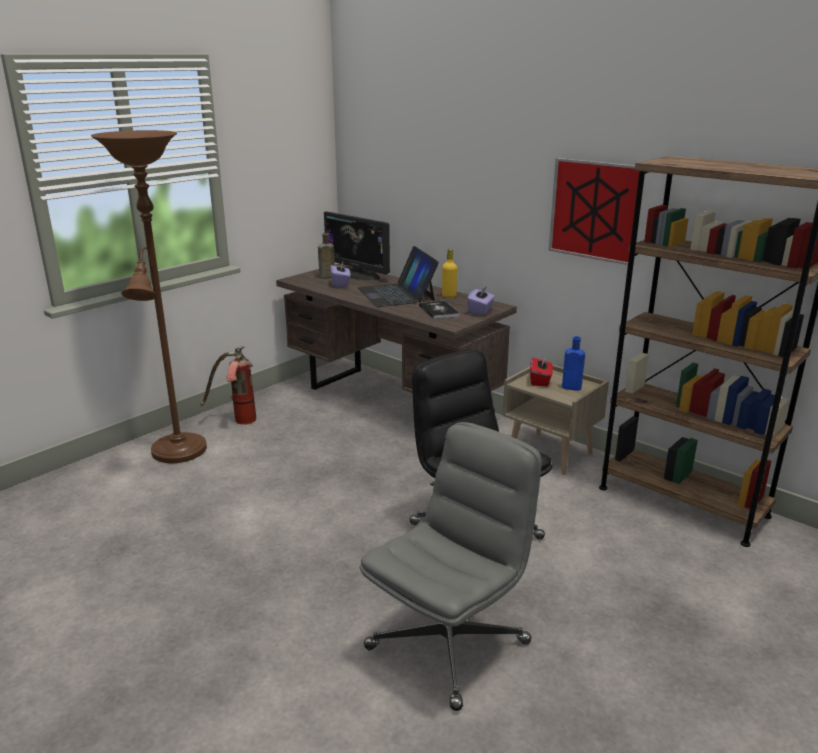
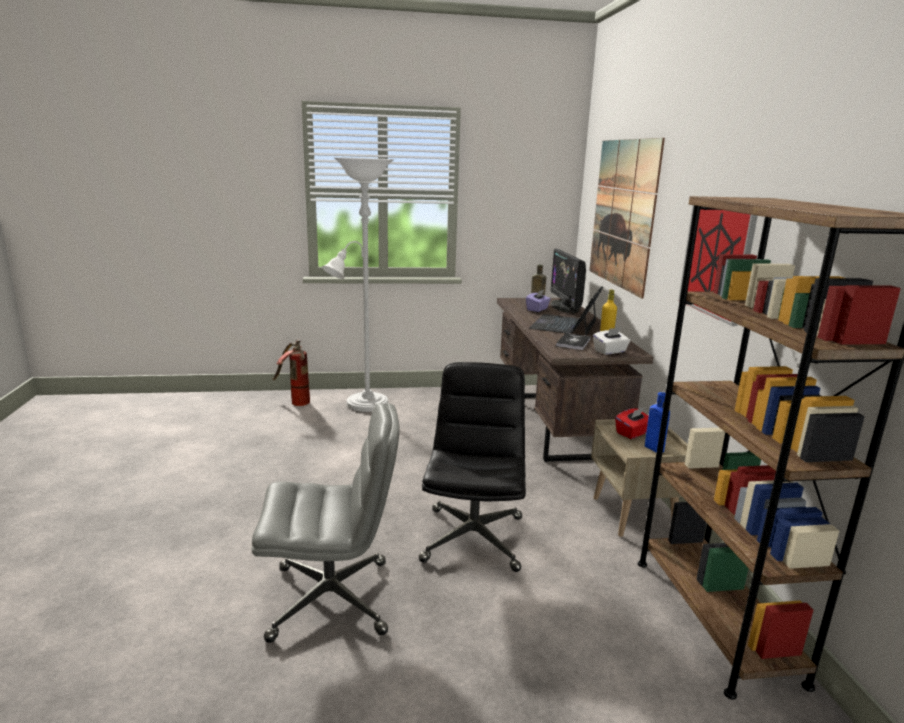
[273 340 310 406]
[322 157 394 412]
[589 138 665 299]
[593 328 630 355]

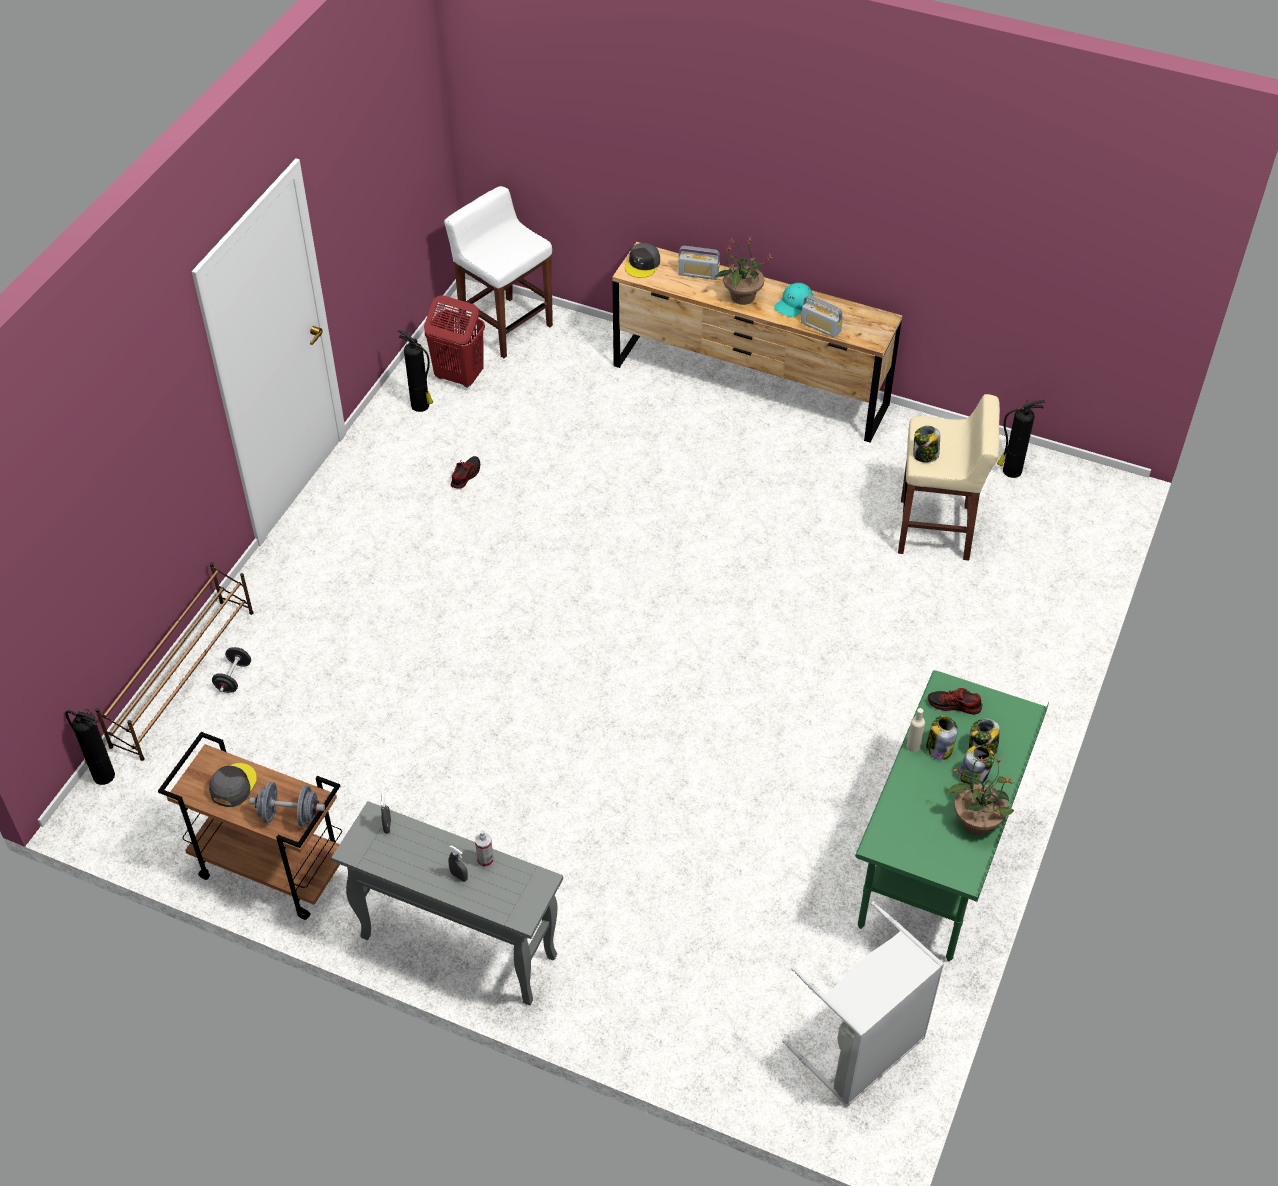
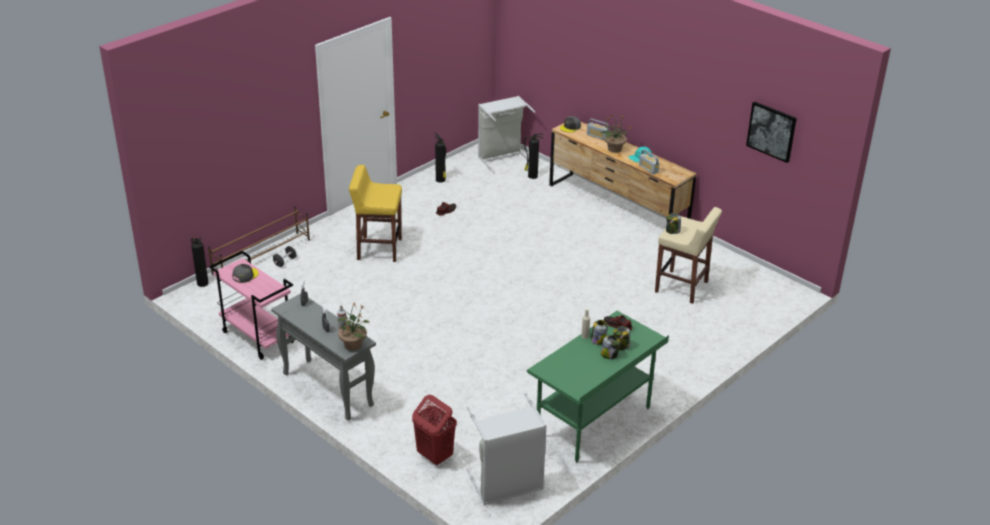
[209 251 294 360]
[336 303 369 351]
[349 165 402 262]
[412 395 457 466]
[478 96 535 174]
[524 134 543 179]
[746 101 797 163]
[249 782 325 827] (first image)

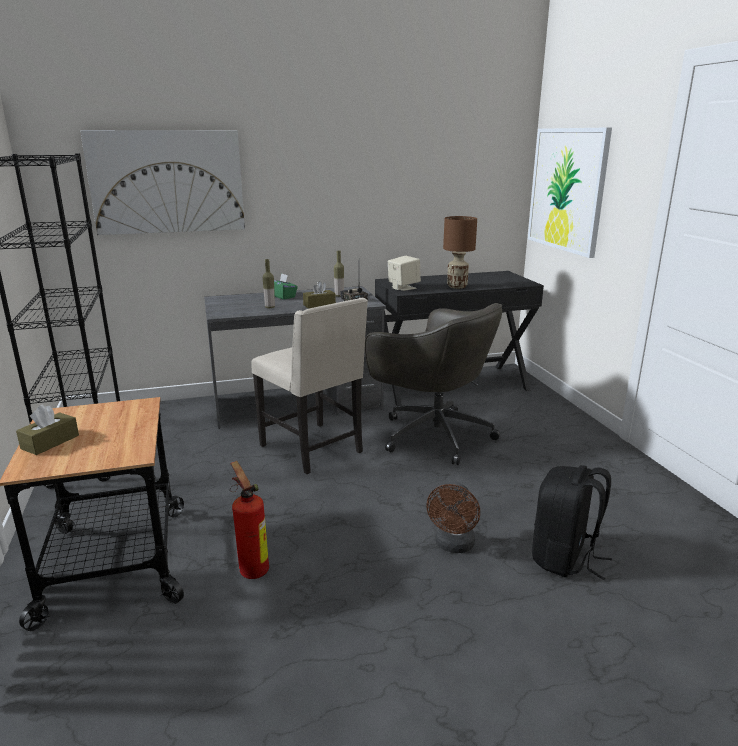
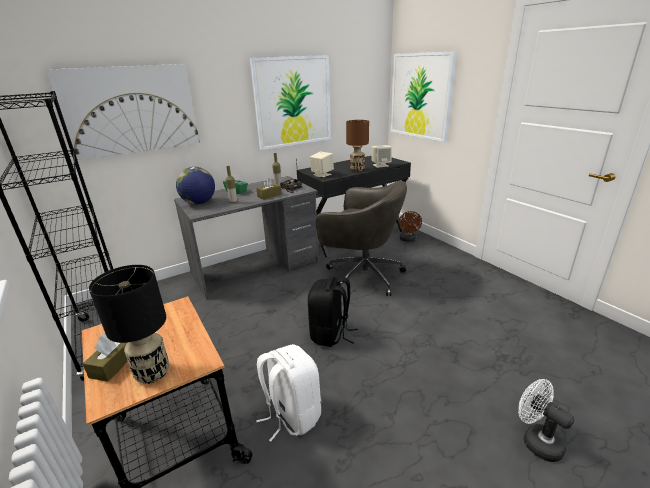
[89 265 169 384]
[176 167 215 204]
[250 55 331 150]
[256 344 321 442]
[308 277 358 347]
[371 145 392 168]
[399 211 422 242]
[518 379 575 462]
[251 298 368 474] (first image)

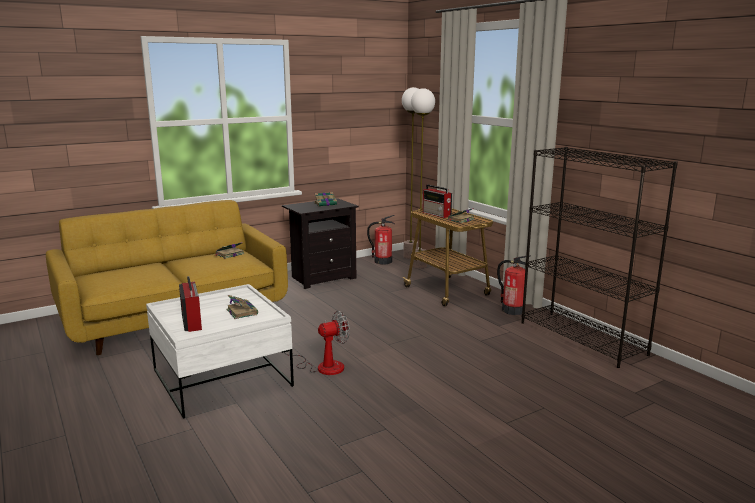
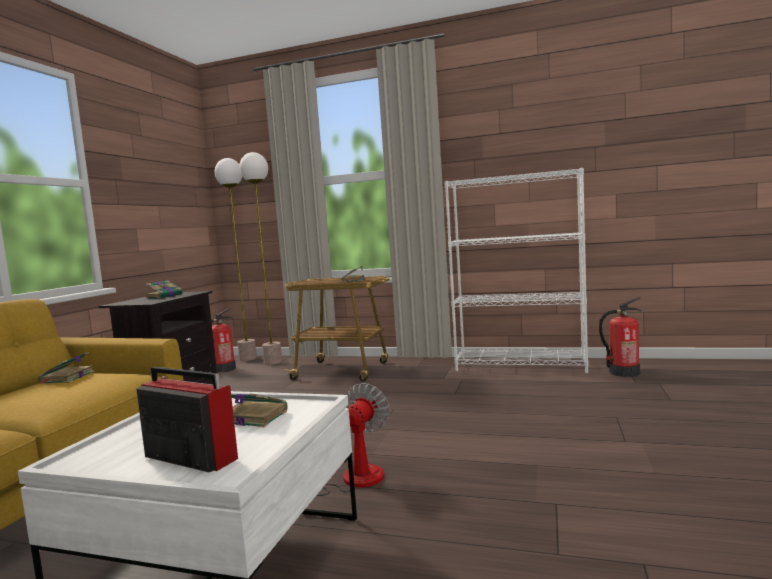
[445 168 589 373]
[599 297 641 377]
[423 184 452 218] (first image)

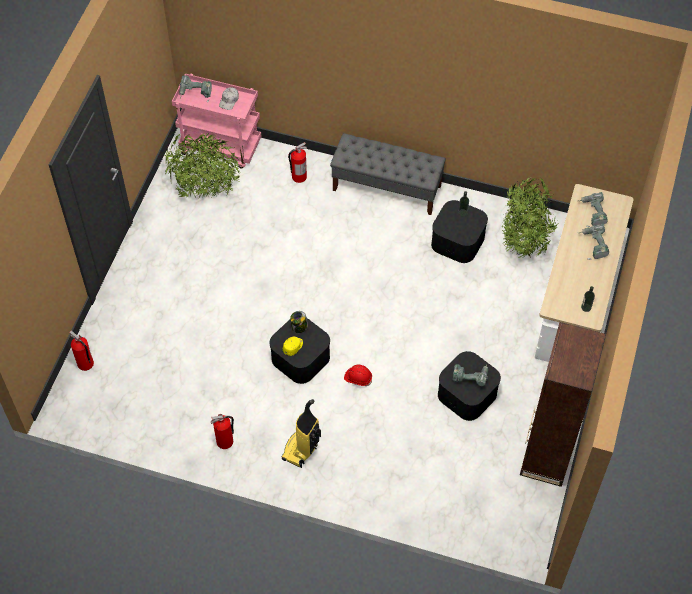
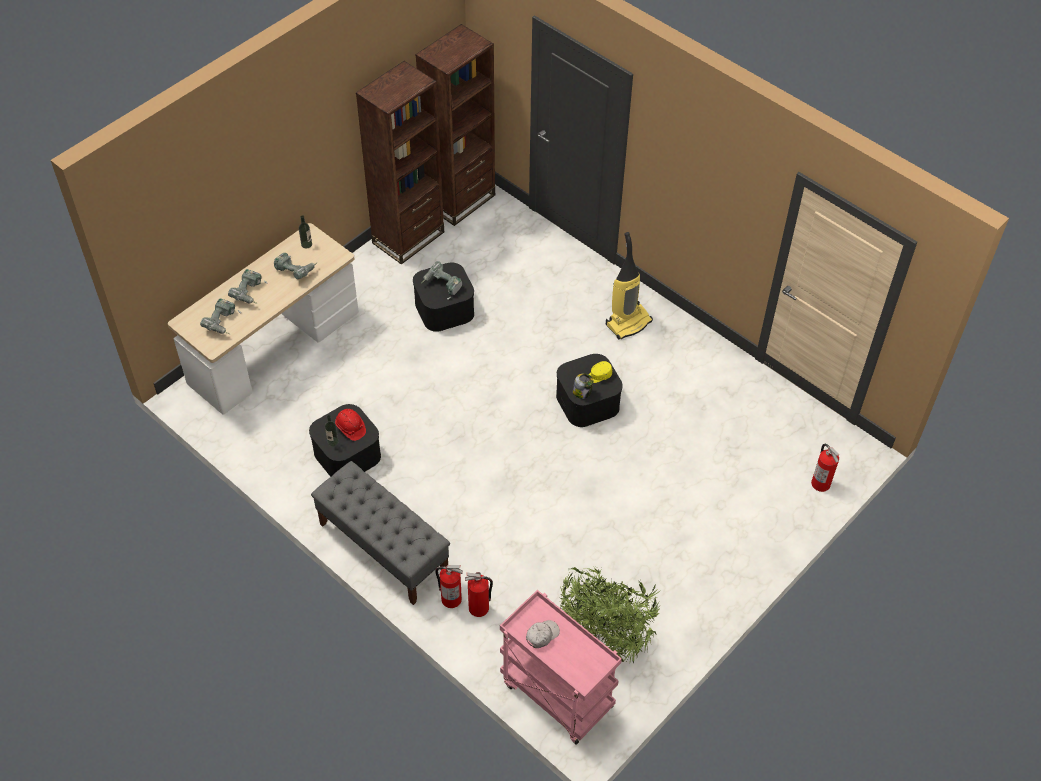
[274 253 317 279]
[335 409 366 441]
[415 24 495 226]
[435 565 463 608]
[502 177 558 258] (first image)

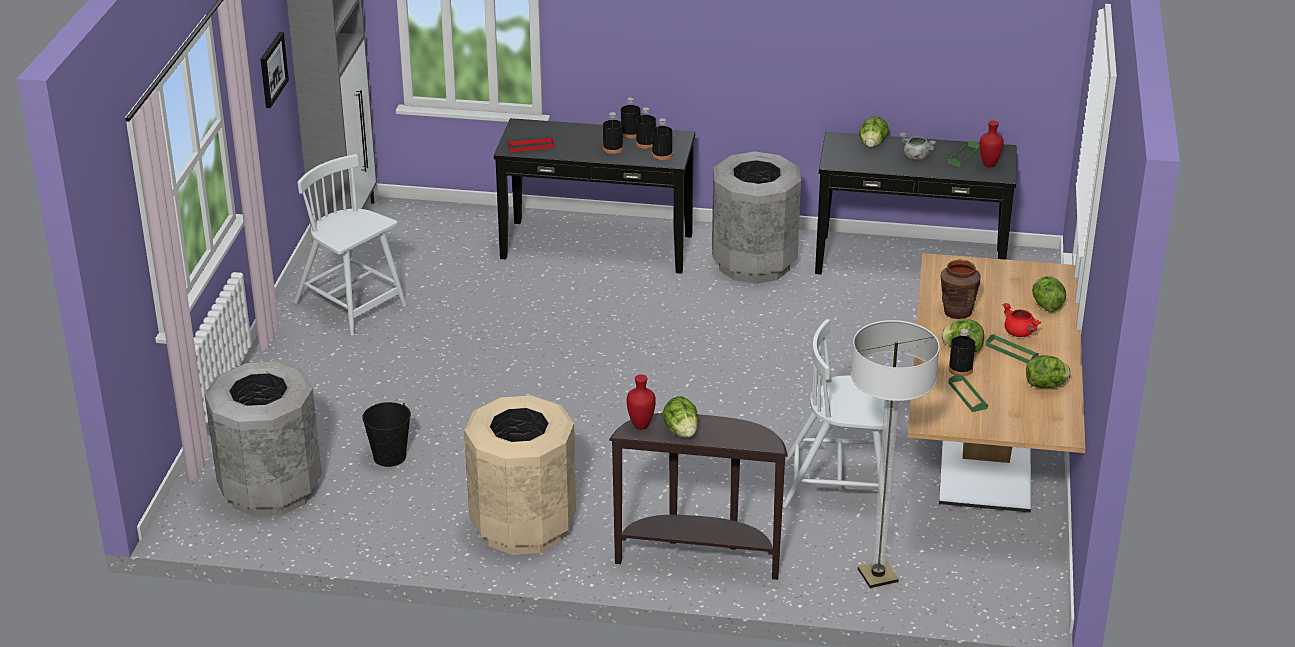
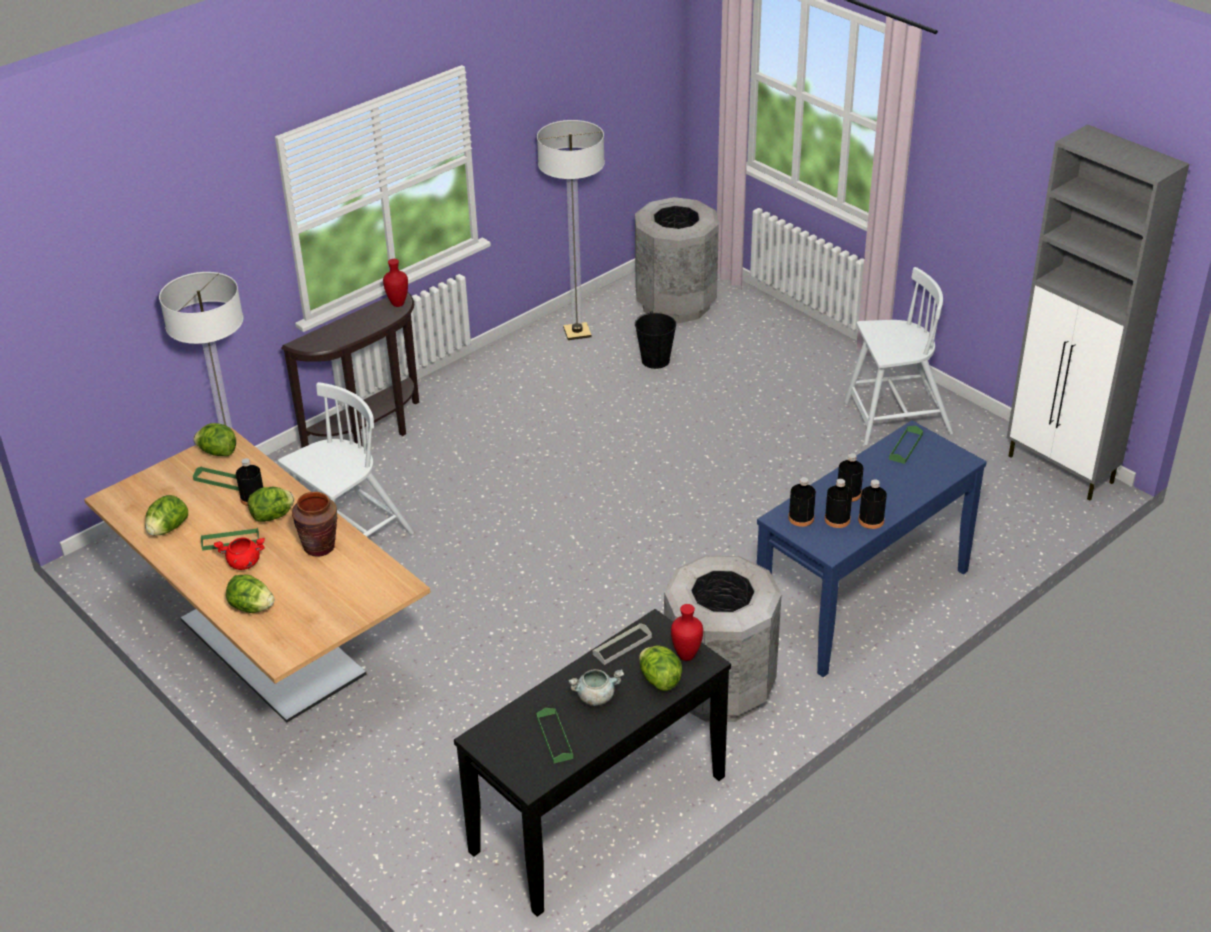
[193 423 236 456]
[537 120 605 340]
[593 623 652 665]
[671 604 703 661]
[757 420 987 677]
[889 426 923 464]
[261 32 289 108] (first image)
[464 395 576 555] (first image)

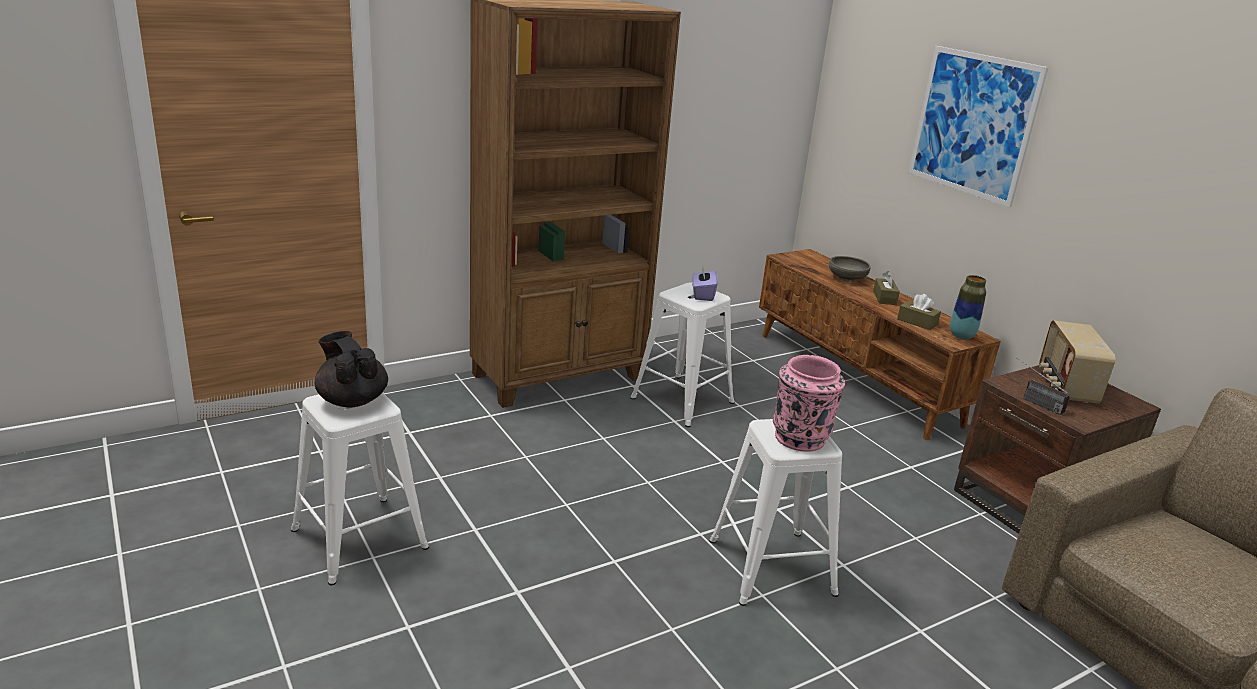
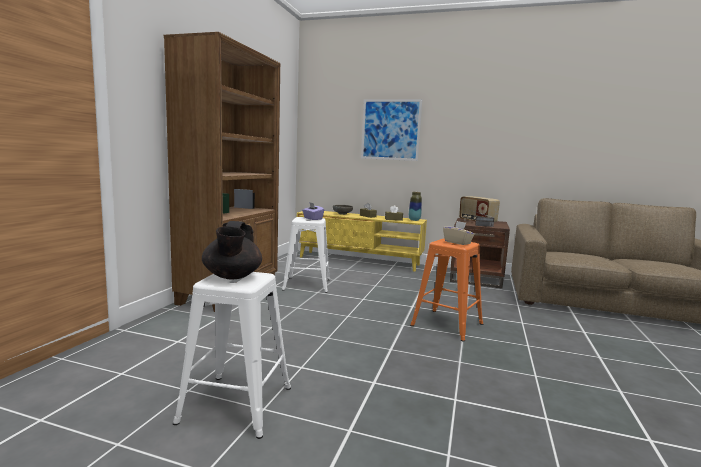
[202 221 262 280]
[297 211 427 271]
[410 238 483 342]
[443 221 475 245]

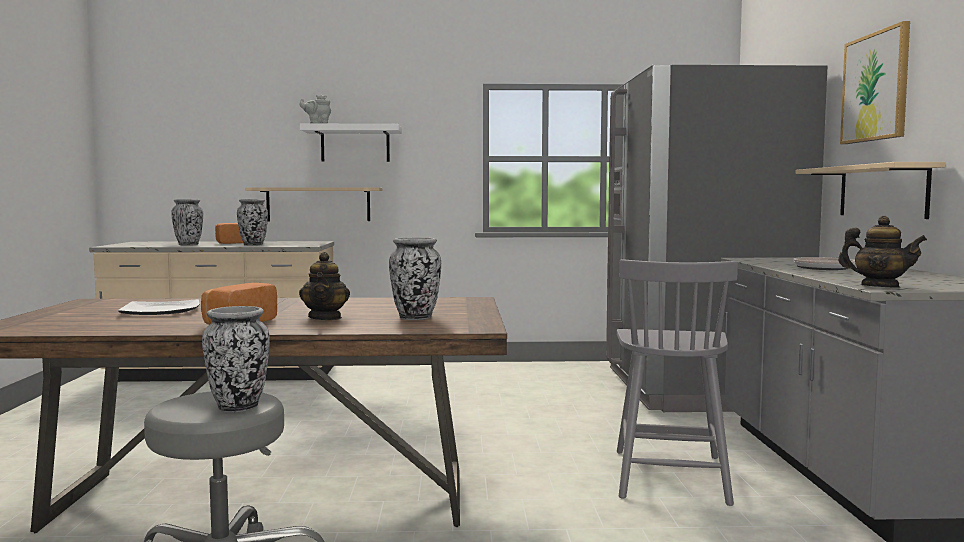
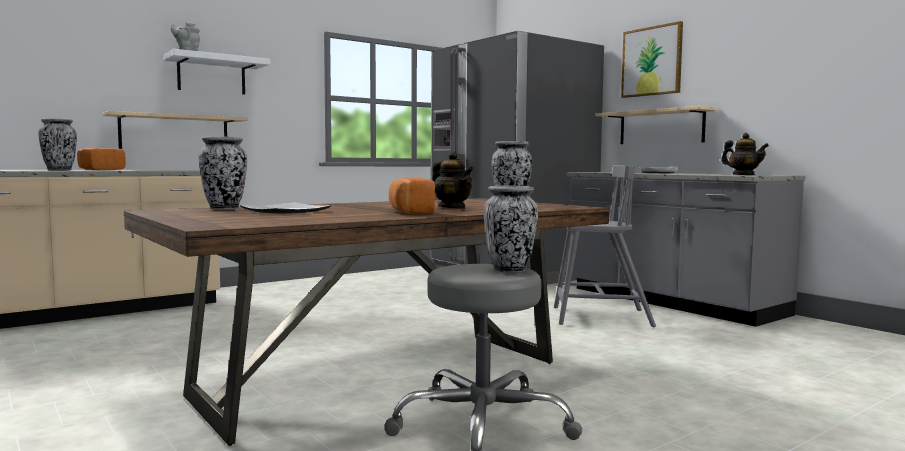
[199 136 247 210]
[554 165 656 327]
[721 133 769 175]

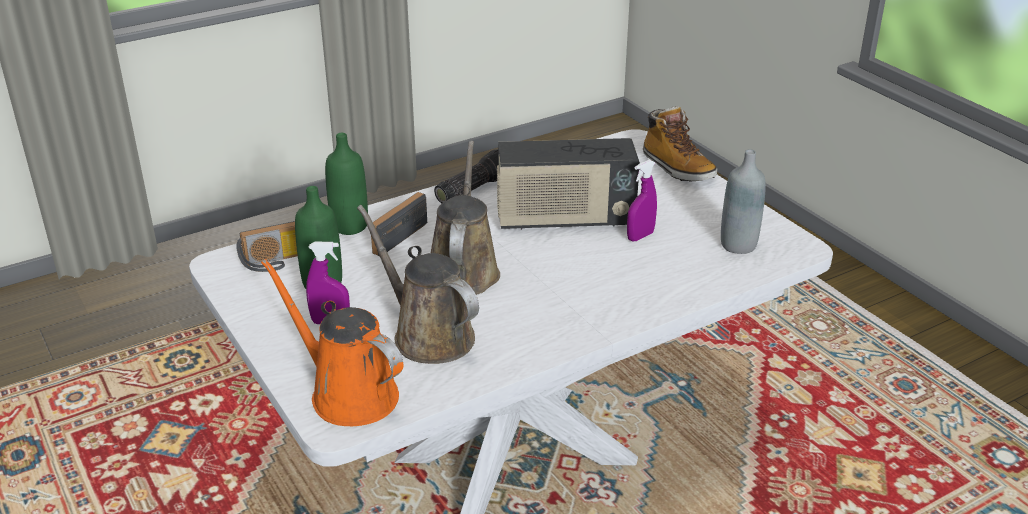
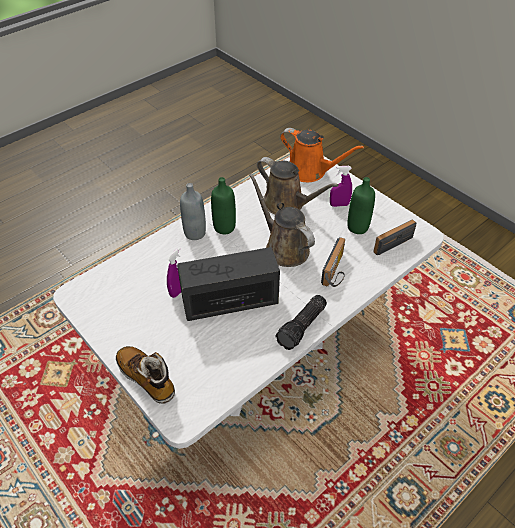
[180 183 206 240]
[211 177 236 235]
[249 173 315 267]

